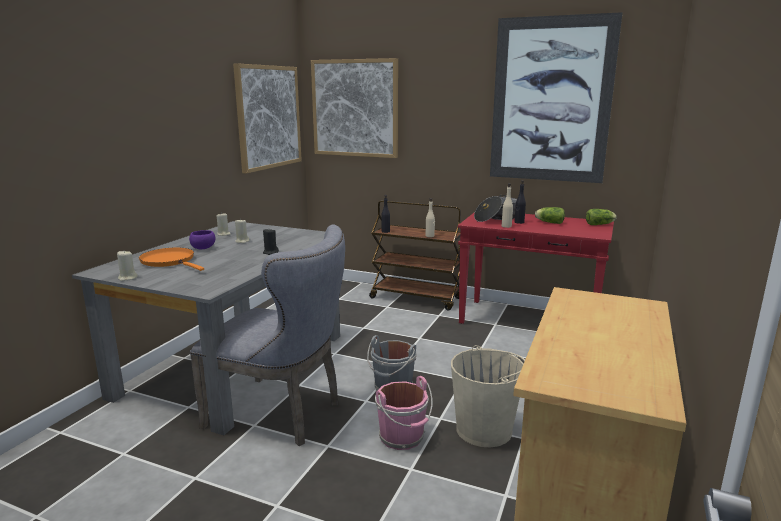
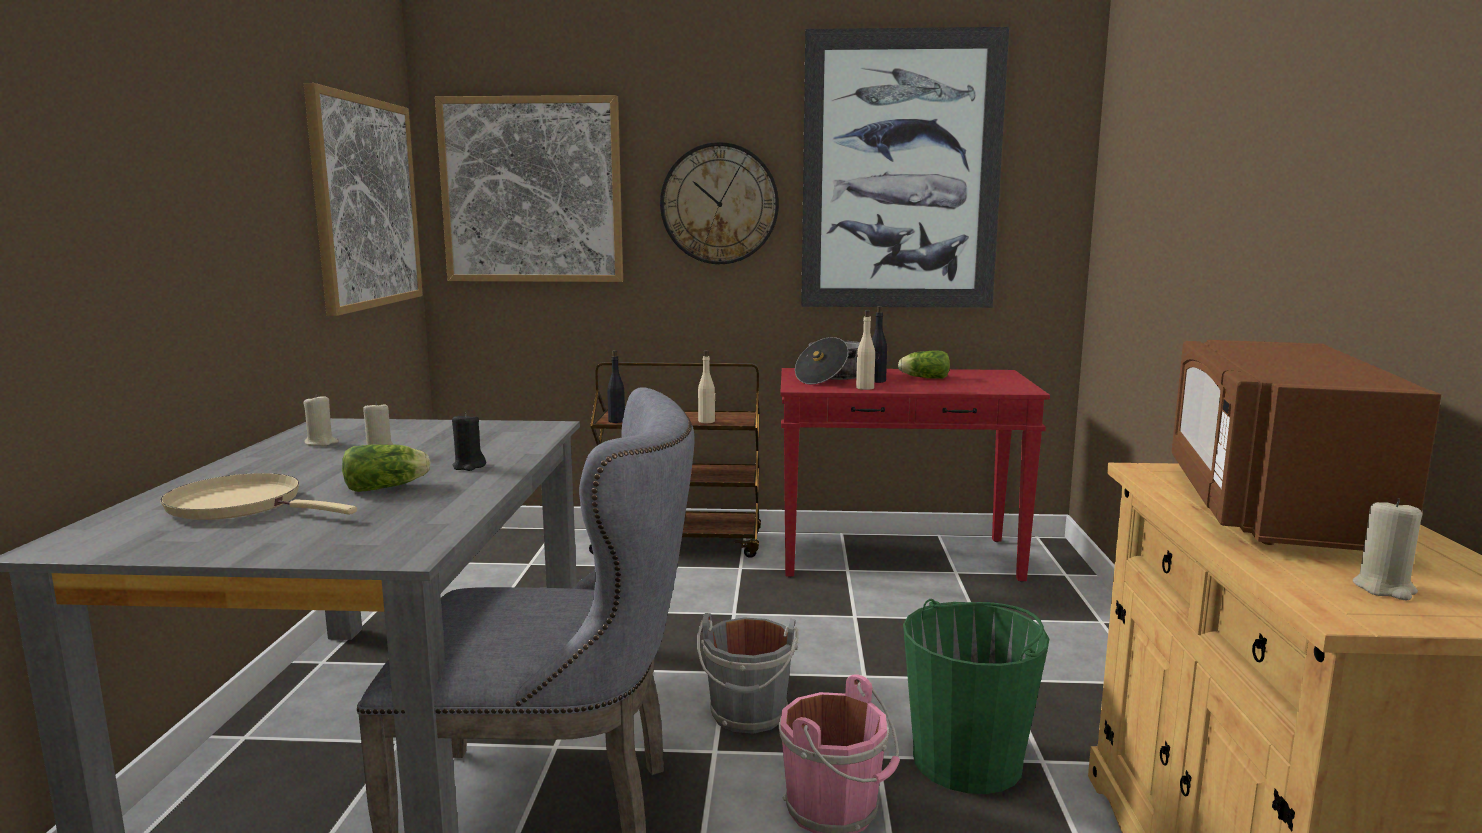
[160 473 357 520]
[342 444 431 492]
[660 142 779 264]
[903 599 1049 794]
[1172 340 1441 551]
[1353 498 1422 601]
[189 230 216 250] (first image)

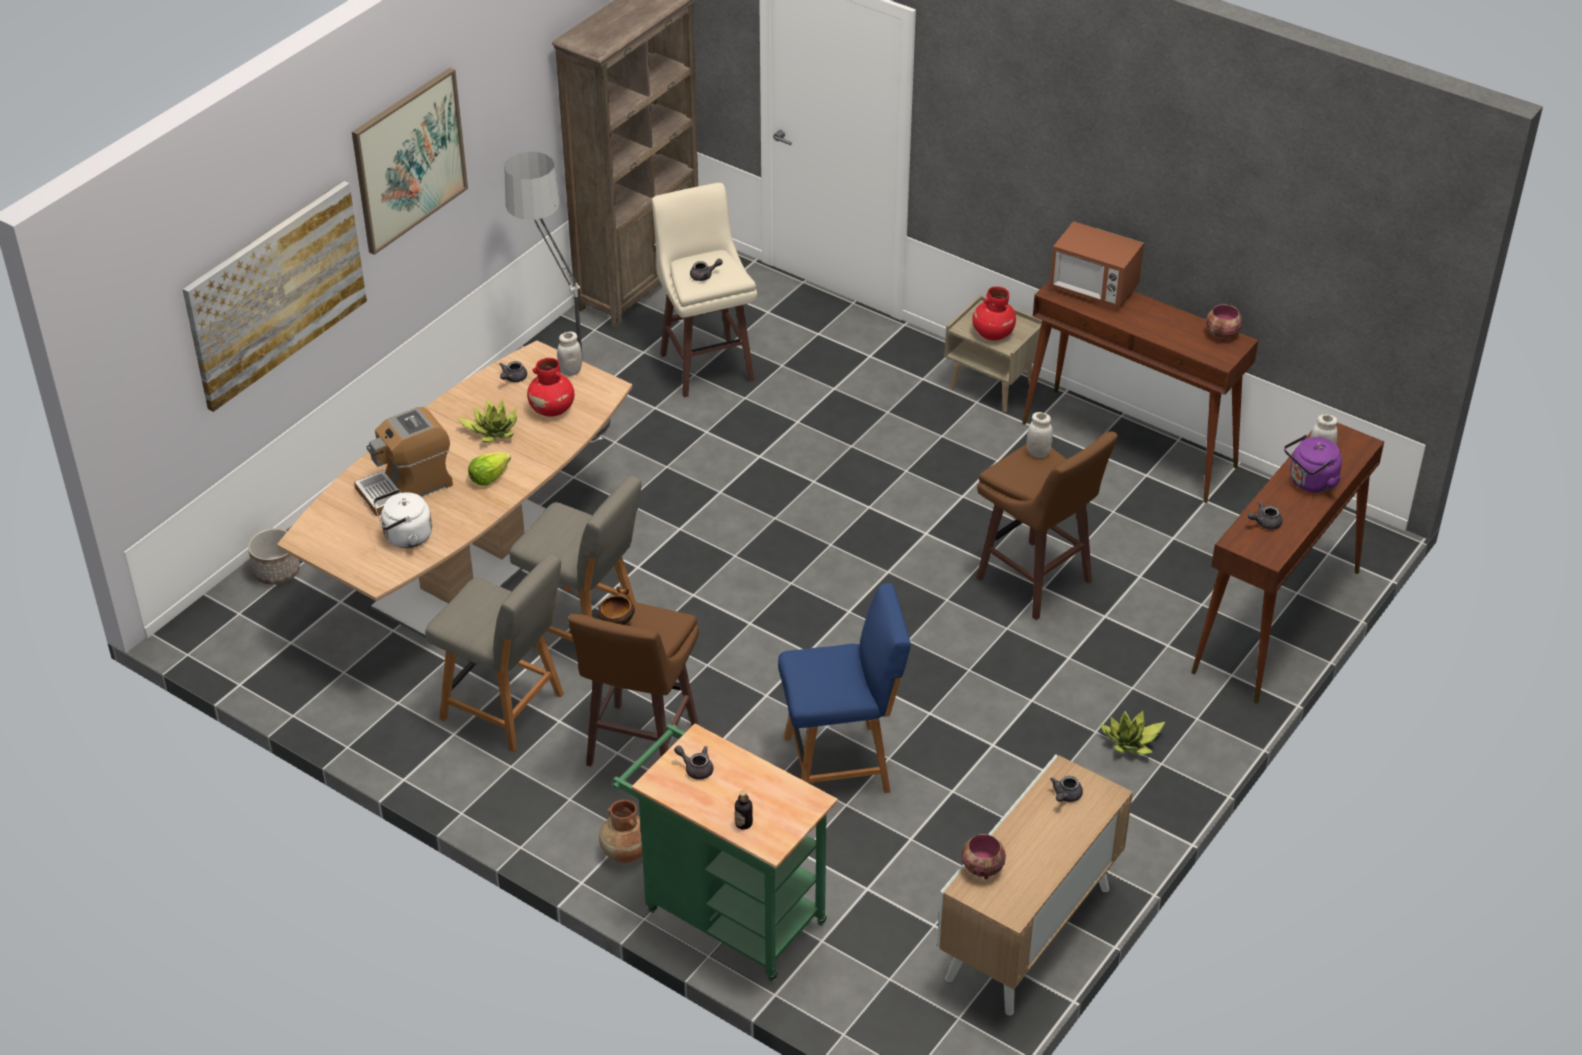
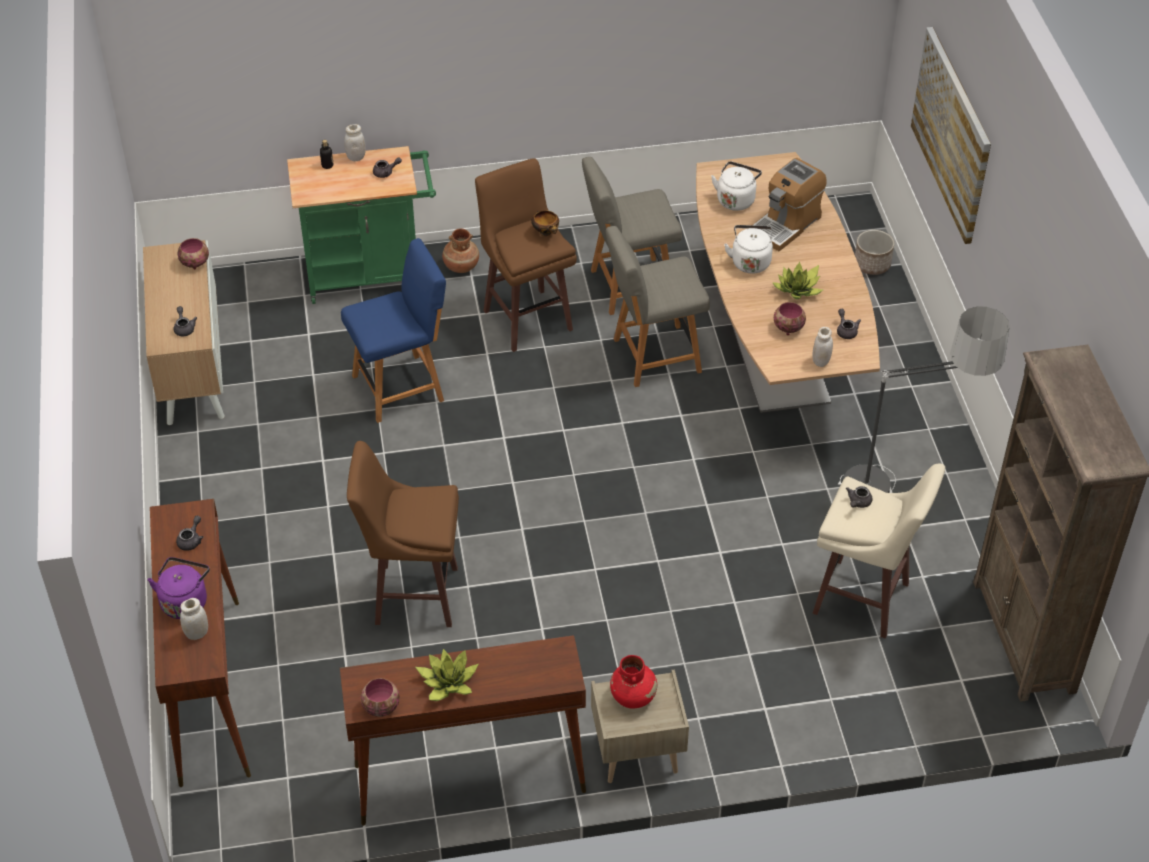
[341 238 446 423]
[344 124 366 161]
[416 649 478 701]
[724 225 773 274]
[753 158 827 251]
[774 302 806 335]
[352 68 468 255] (first image)
[1050 221 1144 309] (first image)

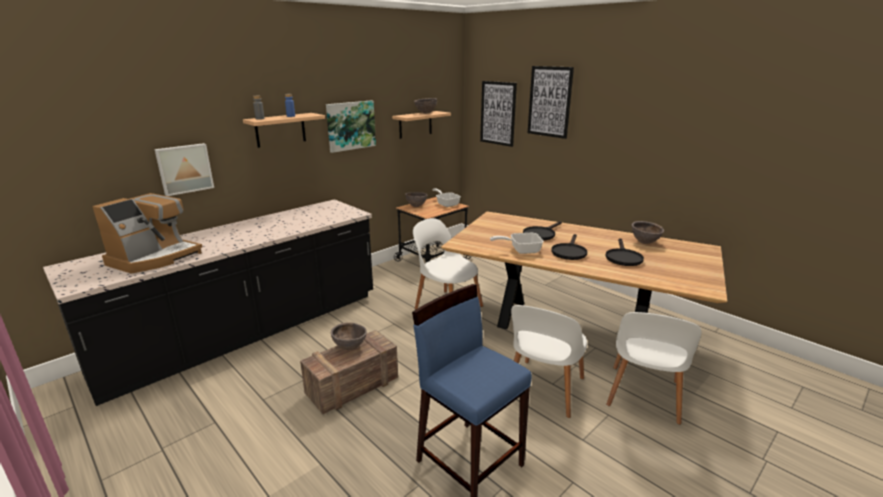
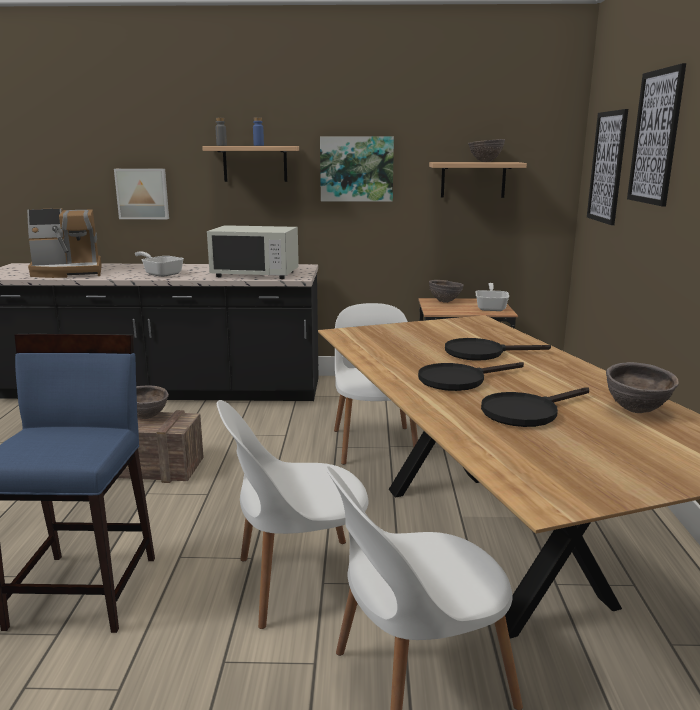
[135 251 184 277]
[207 225 299 279]

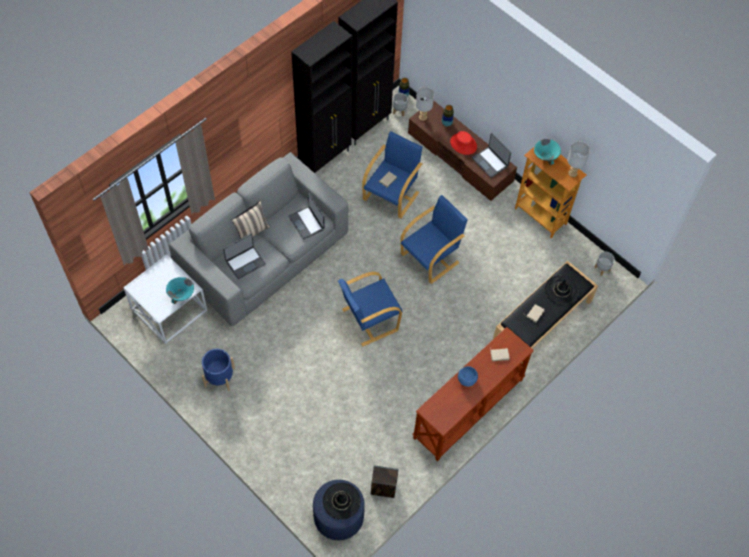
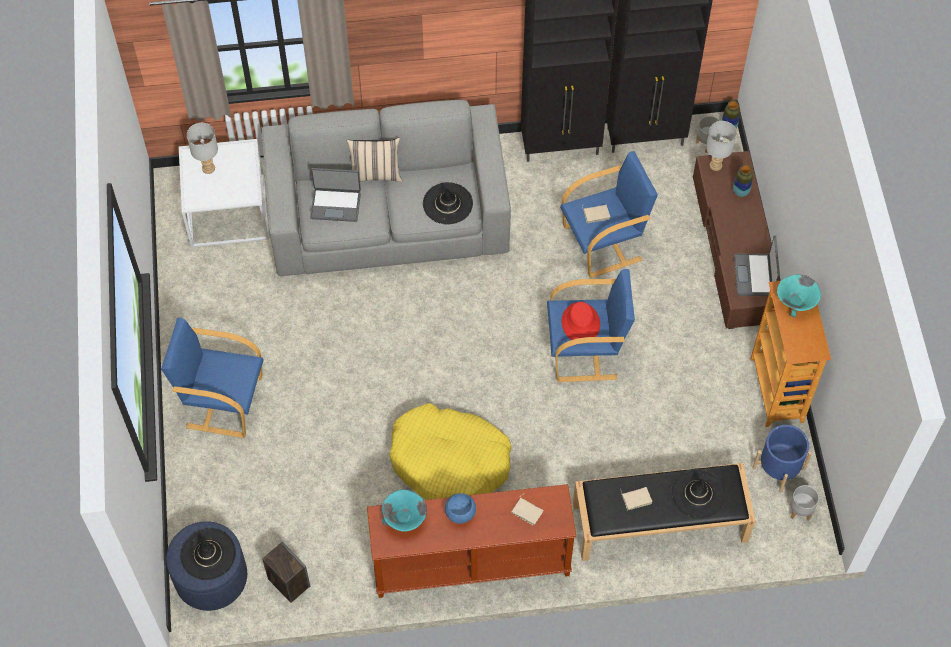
[161 318 264 438]
[187 123 218 174]
[382 490 427 531]
[389 403 512 500]
[423 182 473 224]
[562 302 600 340]
[752 425 812 493]

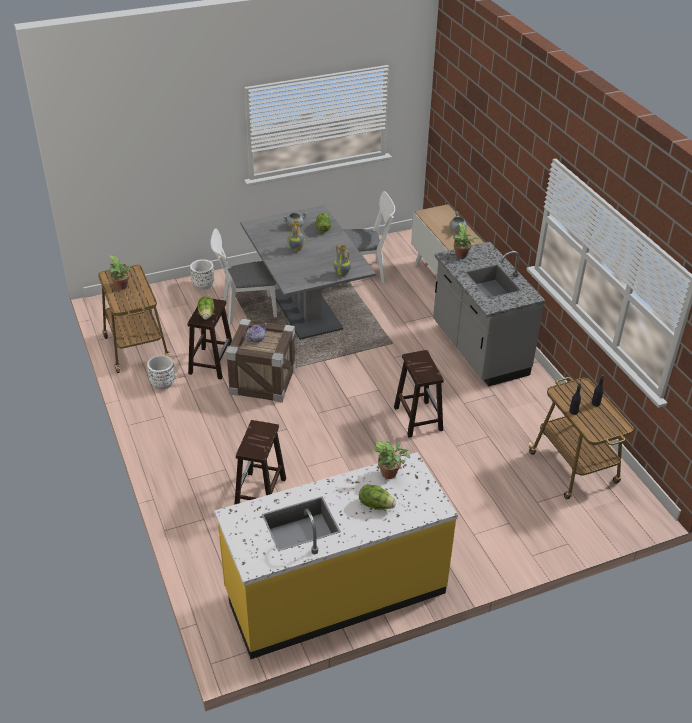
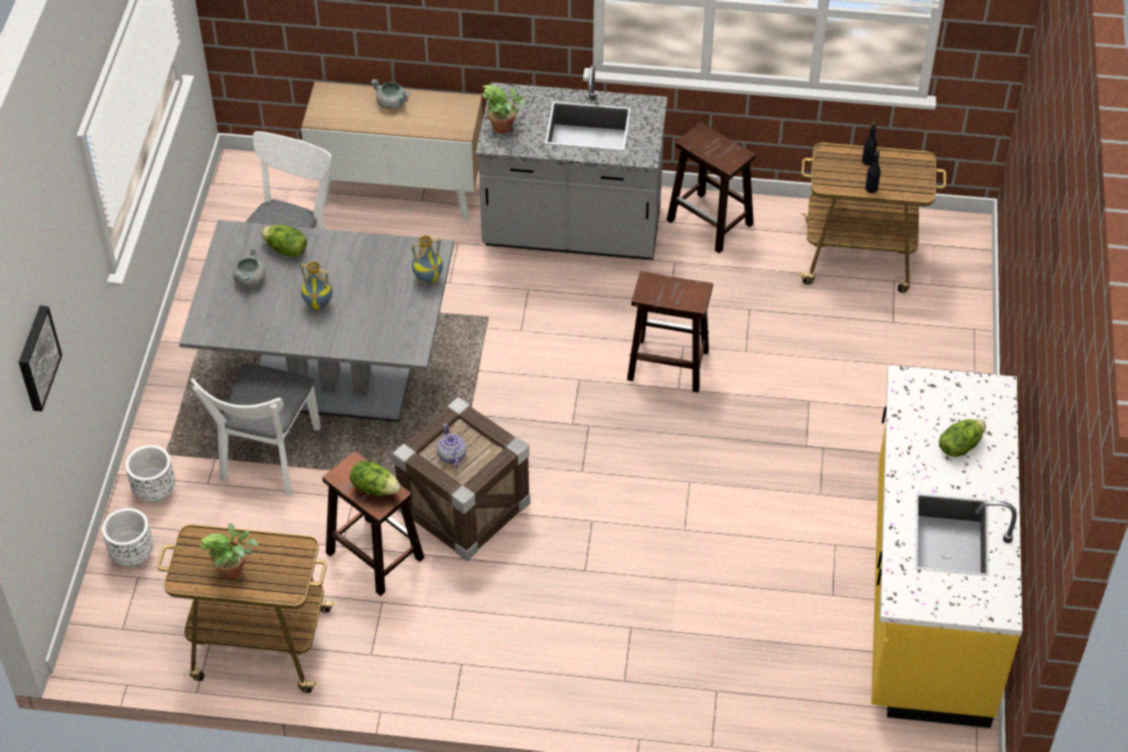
[19 306 62 412]
[102 508 154 567]
[667 122 755 253]
[374 441 410 479] (first image)

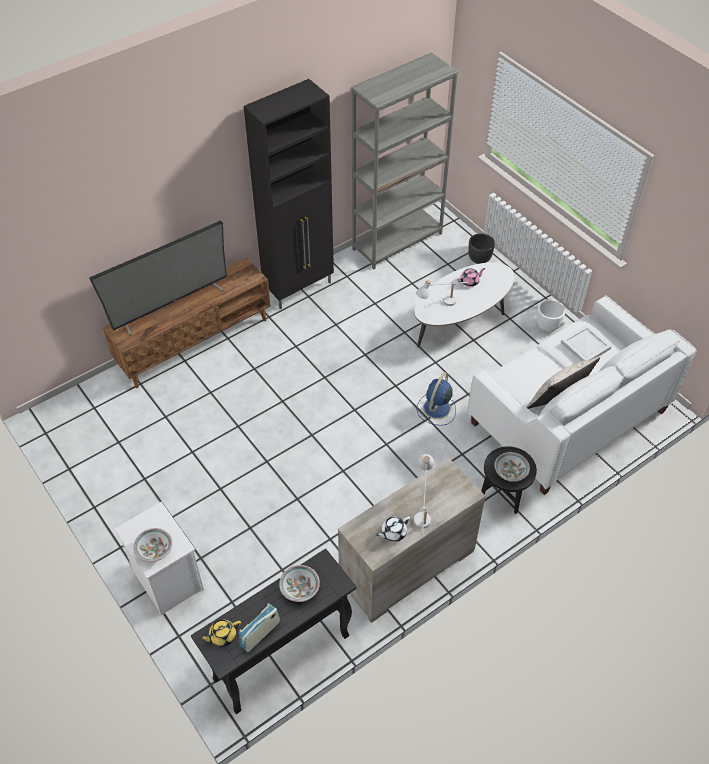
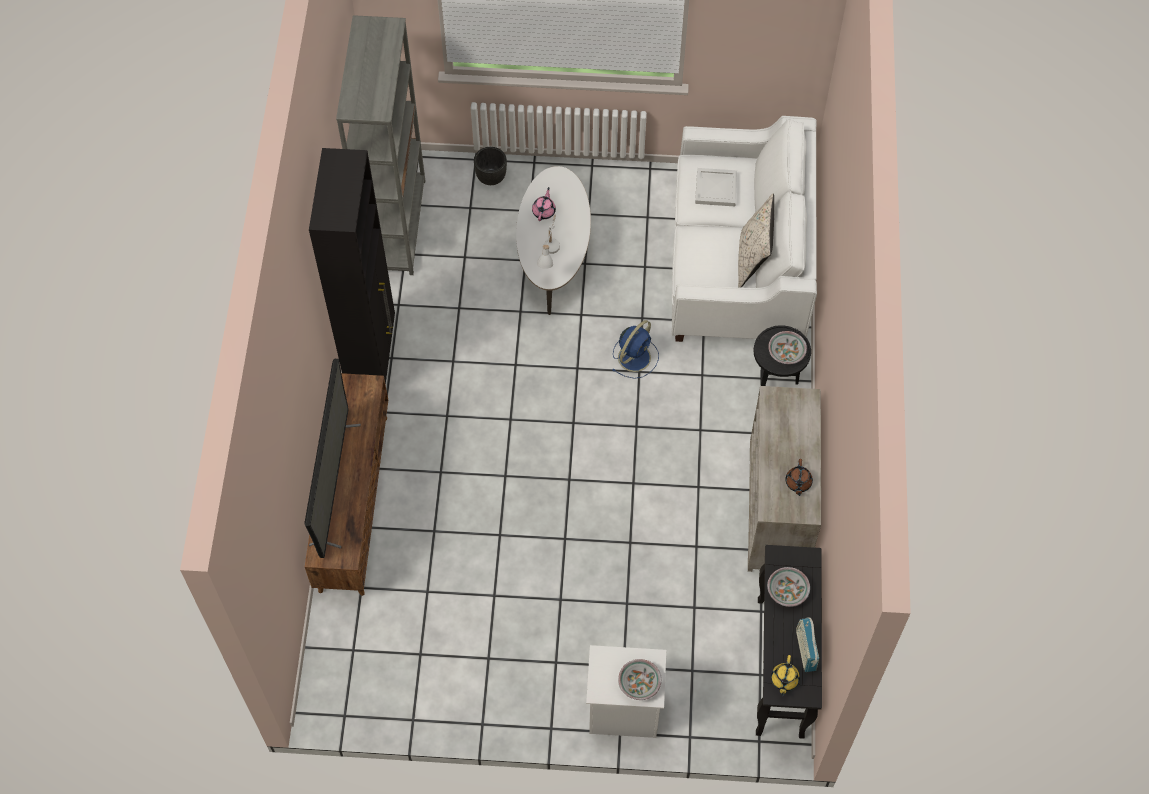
[612 320 659 379]
[786 459 813 496]
[414 454 434 535] (first image)
[536 299 566 332] (first image)

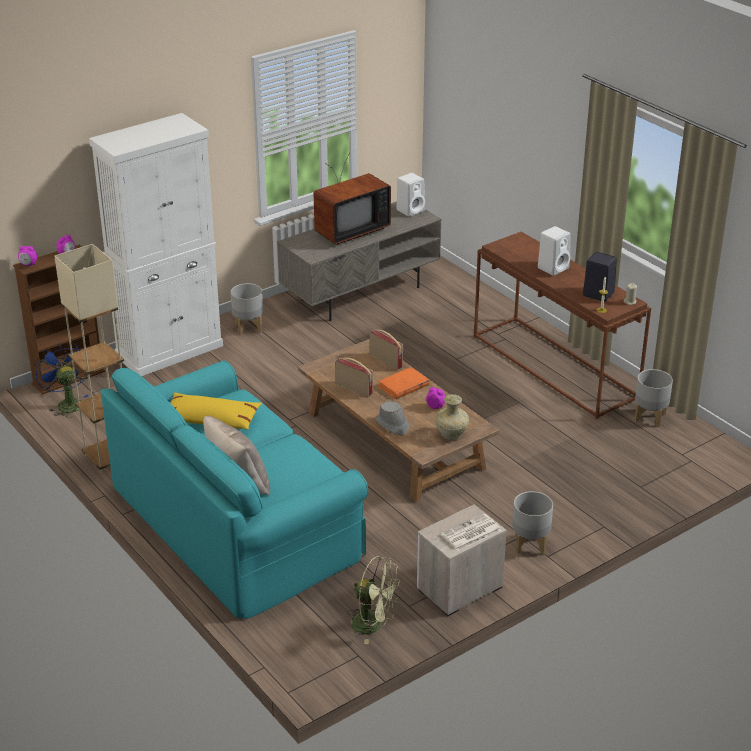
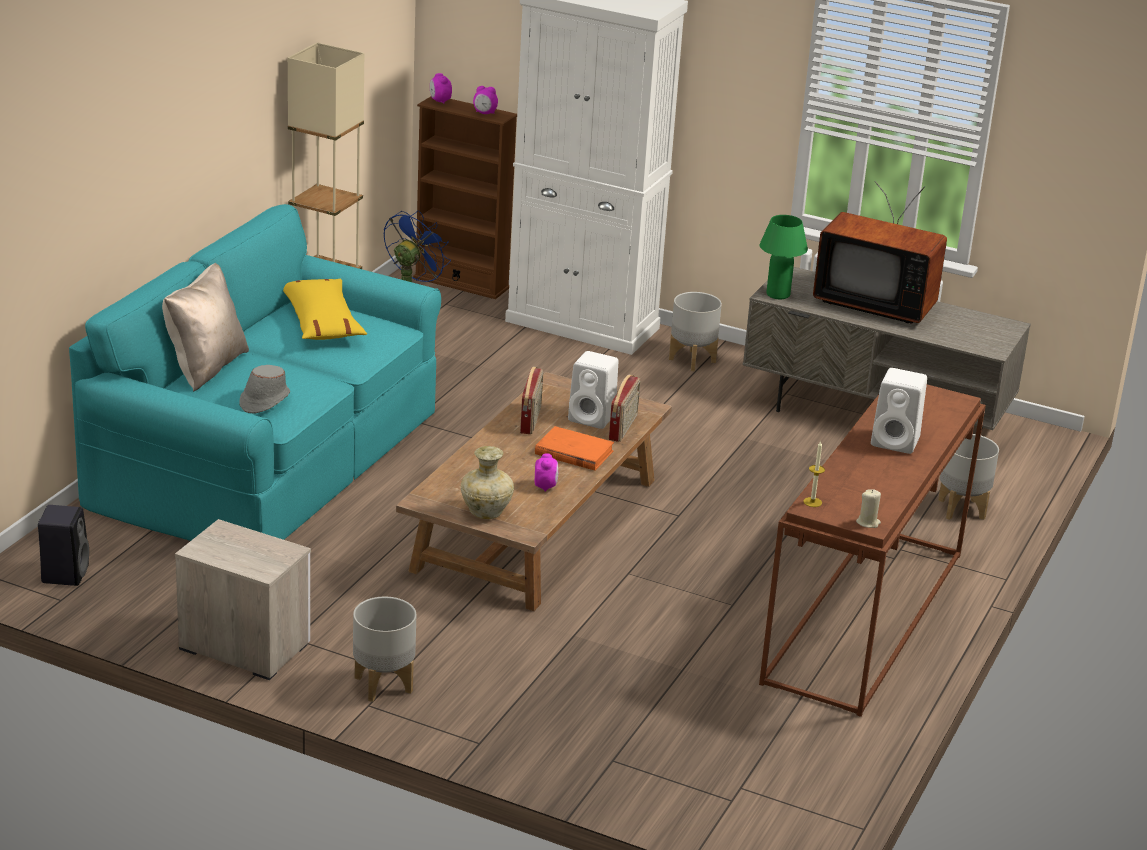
[38 505 89 586]
[240 365 290 413]
[568 351 618 429]
[760 215 808 299]
[938 434 999 520]
[347 556 401 644] (first image)
[441 514 501 551] (first image)

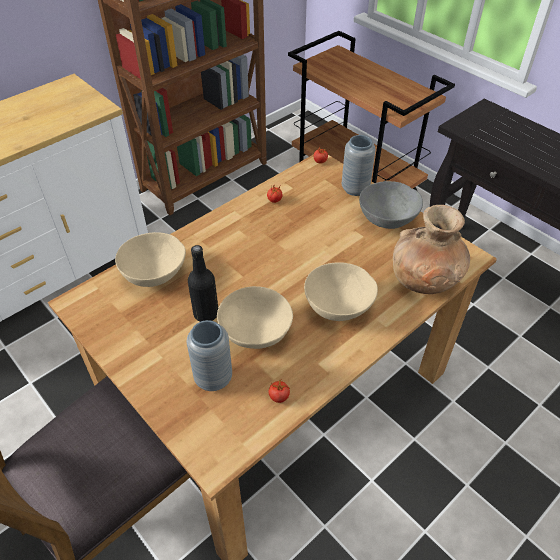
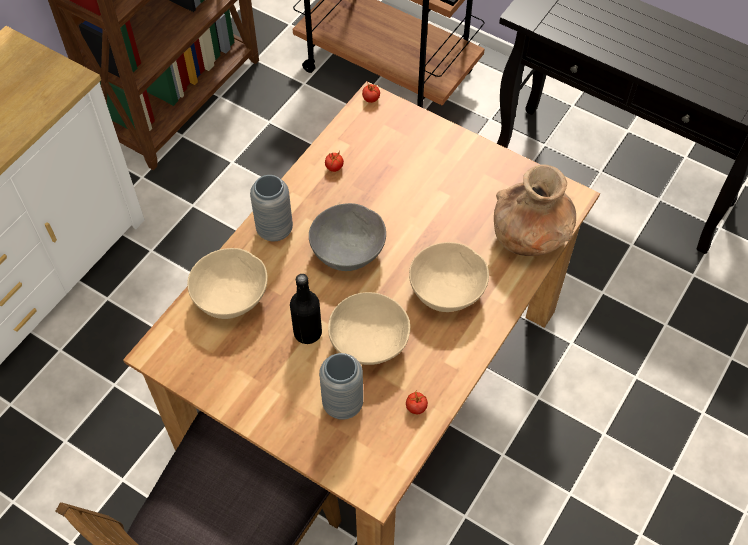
[250 175 293 241]
[309 203 386 271]

